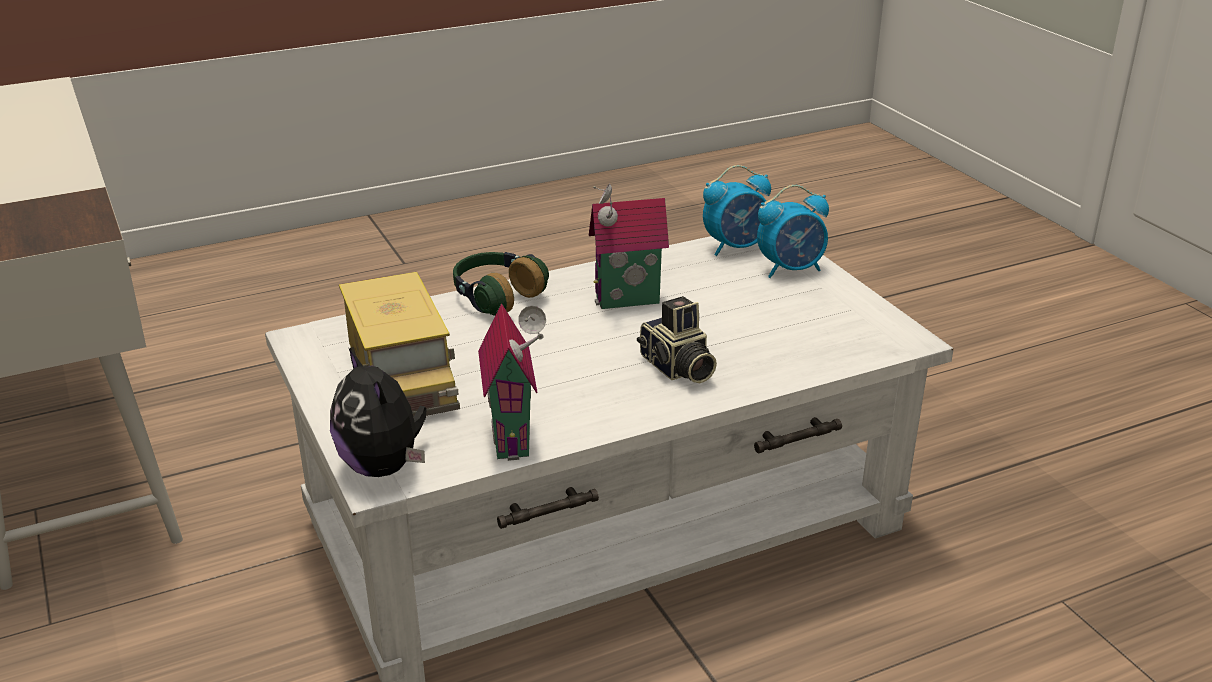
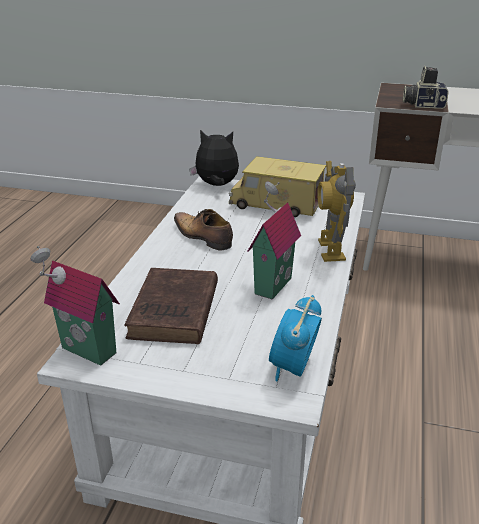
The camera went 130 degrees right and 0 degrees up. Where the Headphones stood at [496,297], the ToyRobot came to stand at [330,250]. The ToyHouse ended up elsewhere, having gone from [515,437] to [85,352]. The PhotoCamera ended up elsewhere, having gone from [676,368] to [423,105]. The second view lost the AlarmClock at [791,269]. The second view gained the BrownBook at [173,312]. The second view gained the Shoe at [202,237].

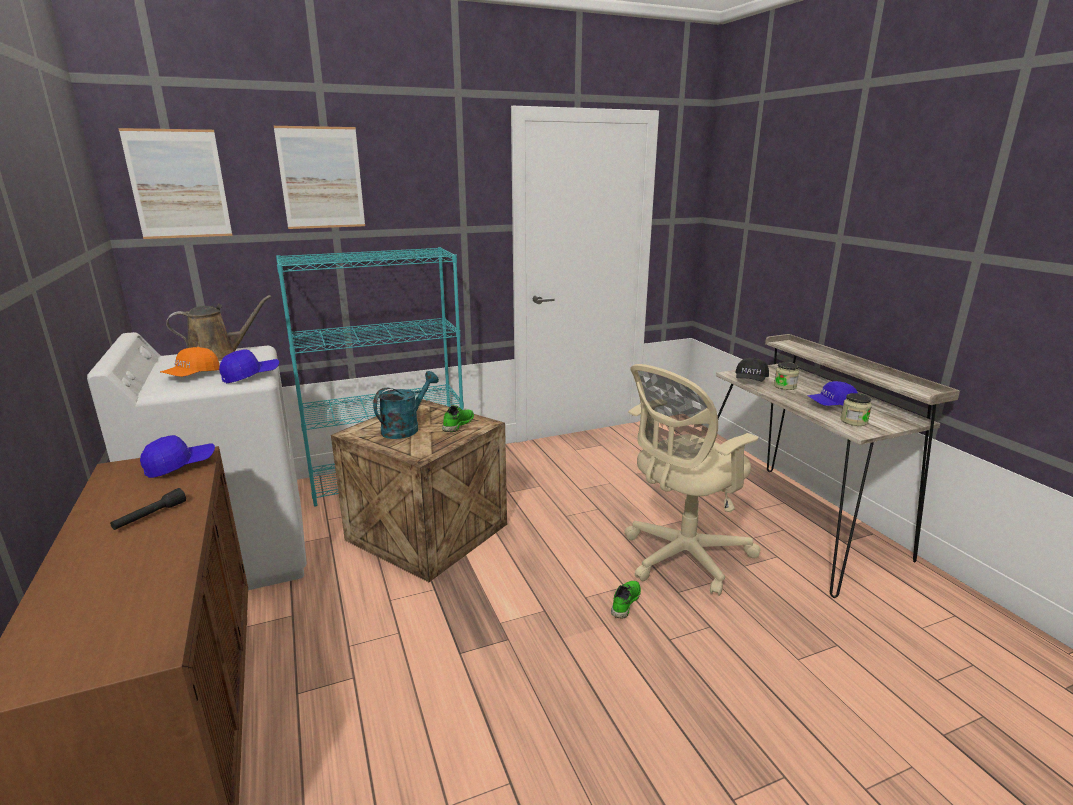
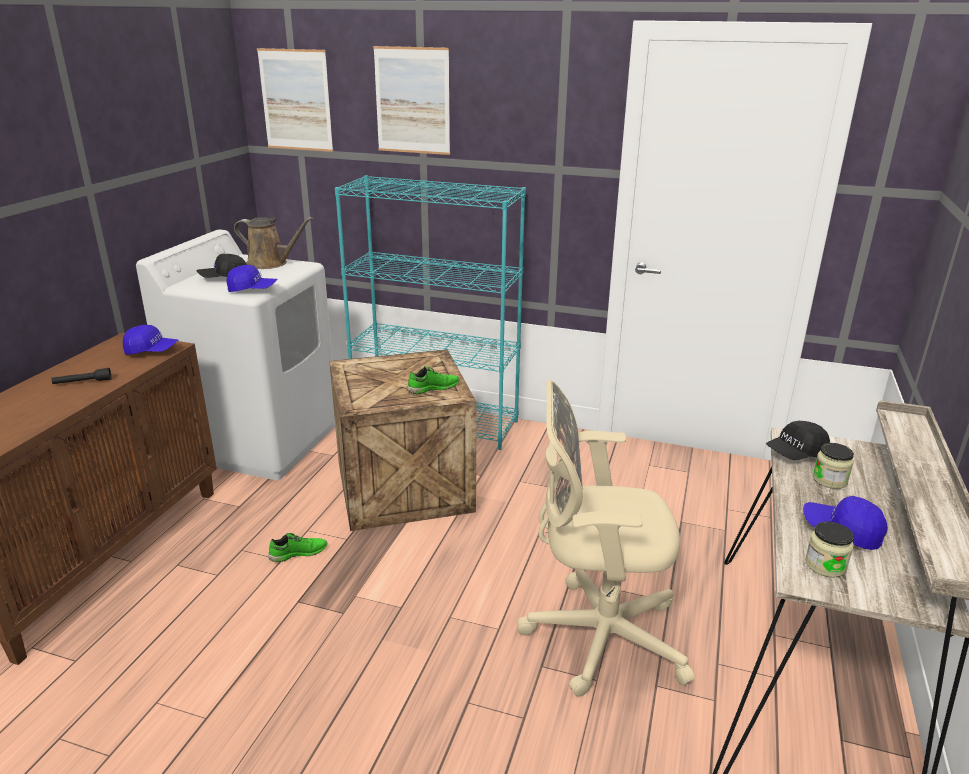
The camera went 40 degrees right and 5 degrees up. What was the OrangeCap at [192,375] turned into the BlackCap at [224,278]. The second view lost the TurquoiseWateringCan at [405,428]. The GreenShoe ended up elsewhere, having gone from [624,602] to [298,553].

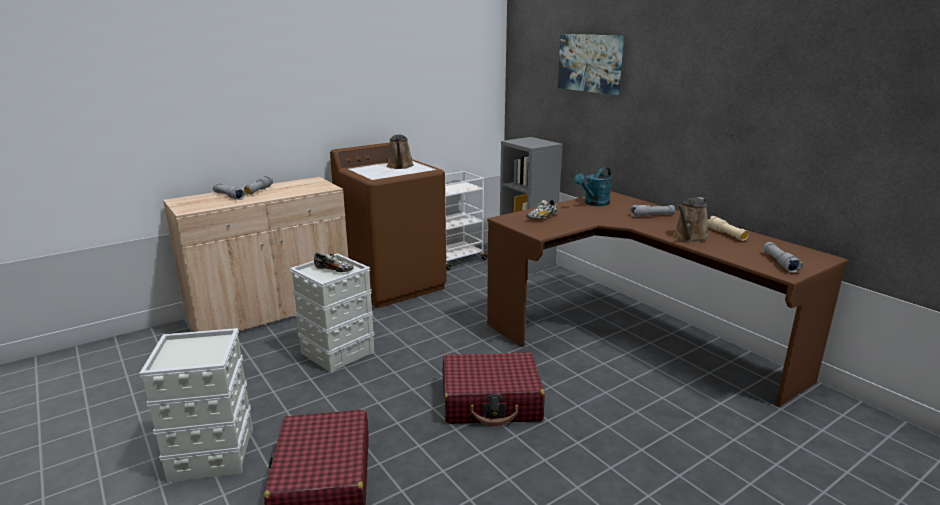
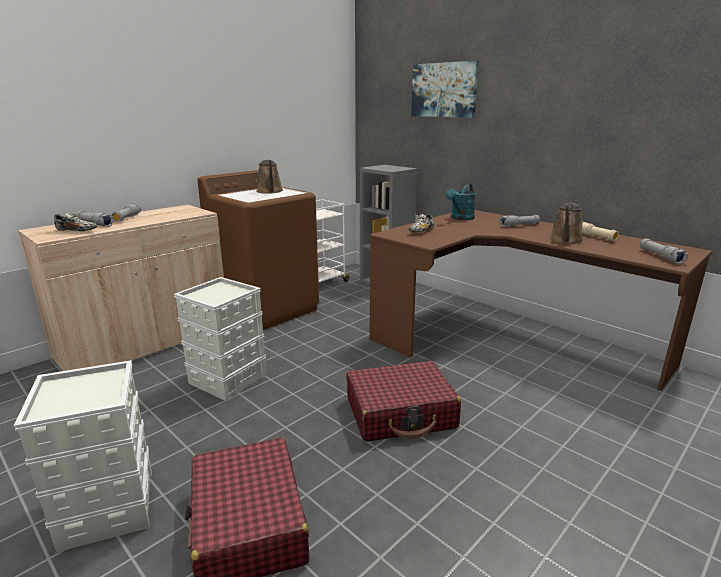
The camera went 10 degrees left and 0 degrees up. The Shoe ended up elsewhere, having gone from [334,270] to [77,231].

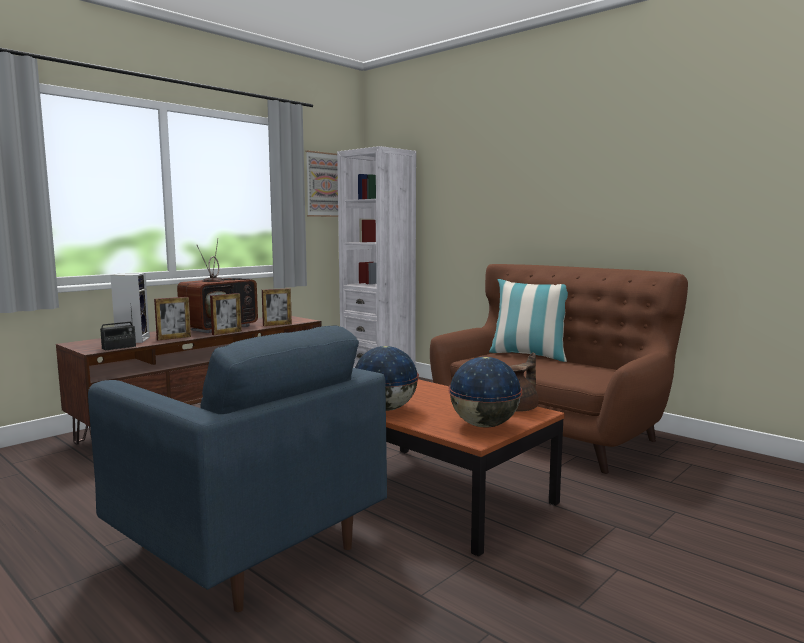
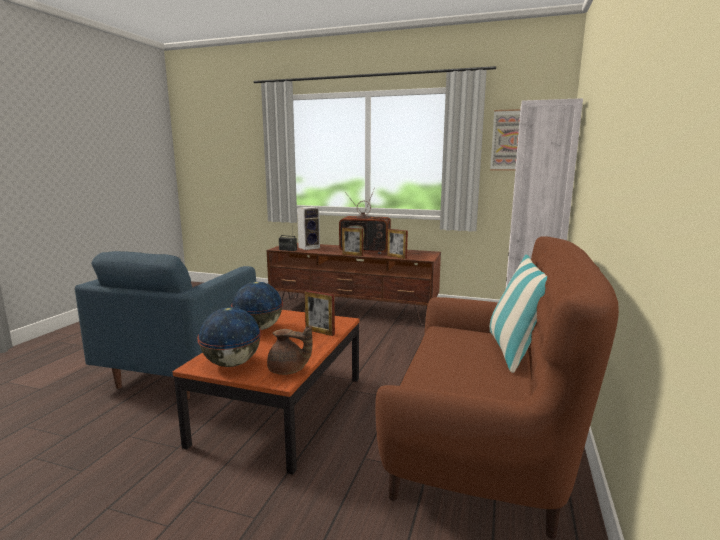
The camera went 65 degrees right and 5 degrees up. The PictureFrame ended up elsewhere, having gone from [174,338] to [320,332].

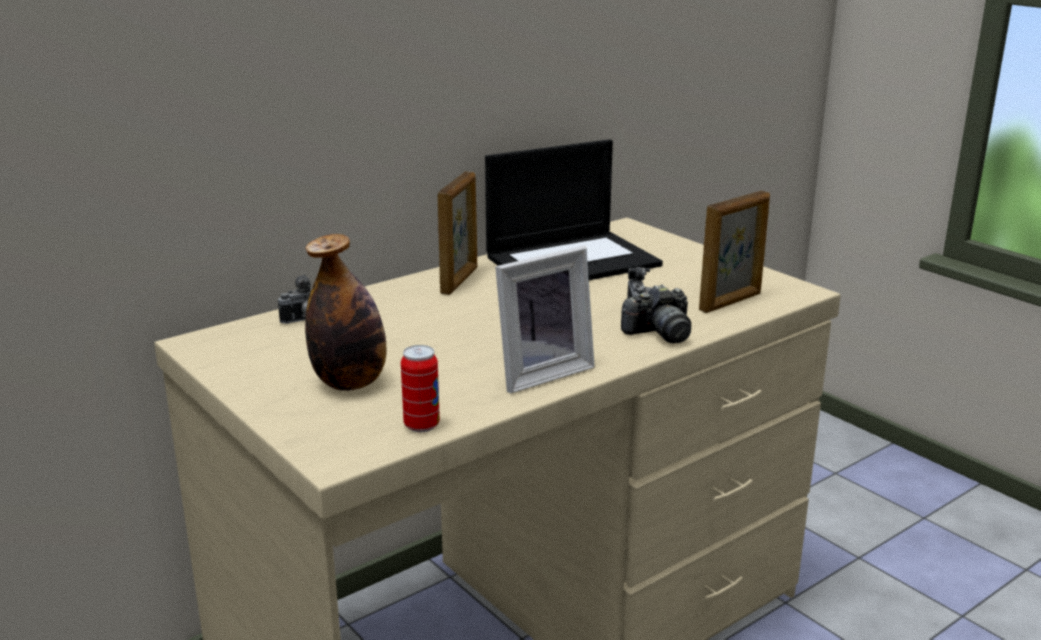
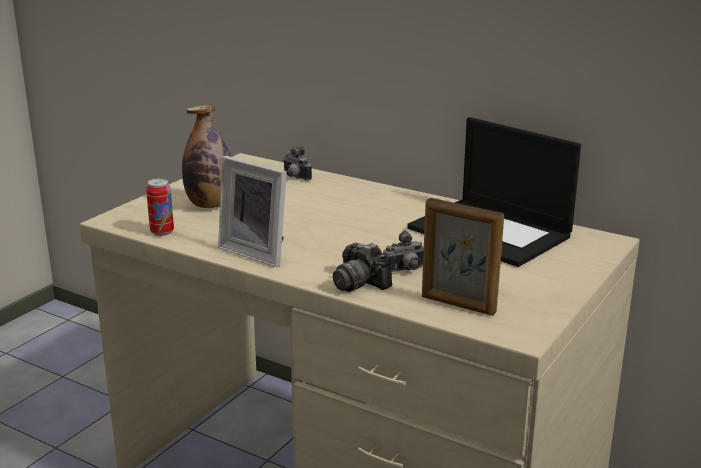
The camera went 70 degrees right and 0 degrees up. The second view lost the PictureFrame at [460,280].

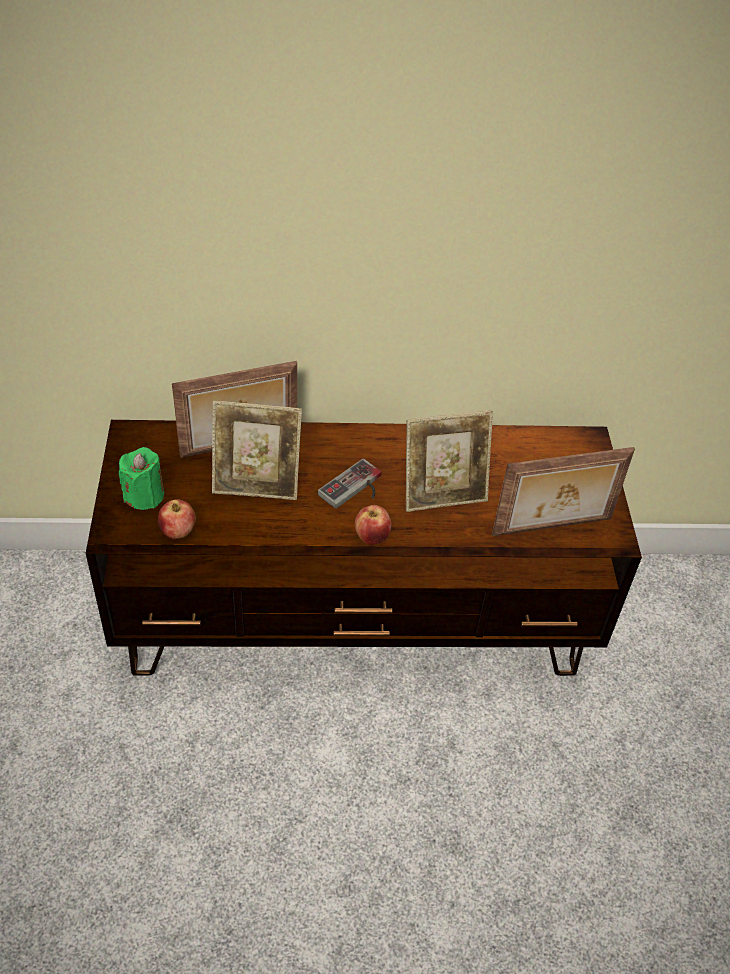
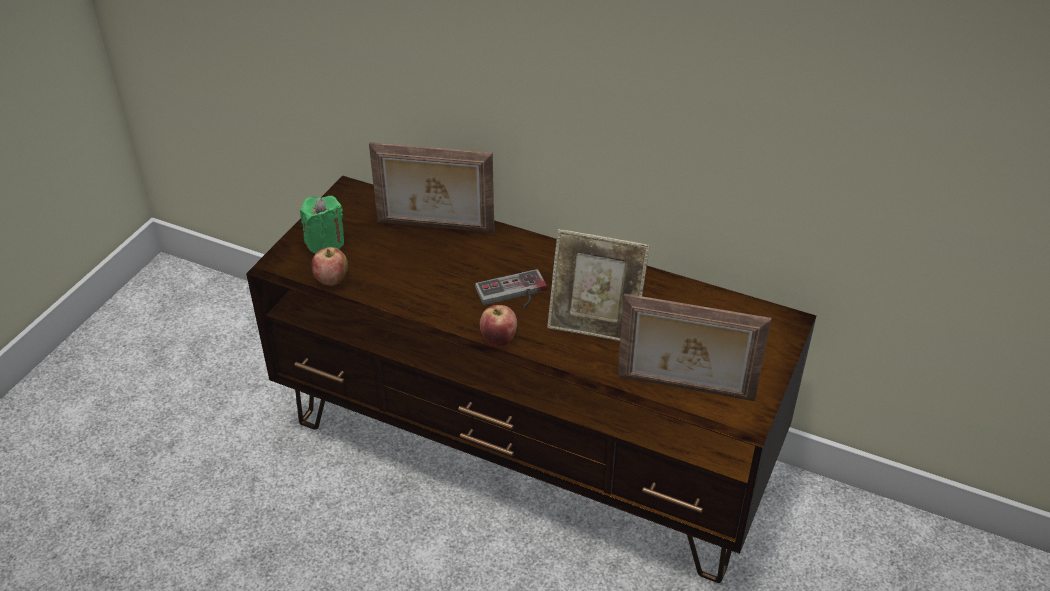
The camera went 30 degrees right and 5 degrees down. The second view lost the PictureFrame at [257,485].

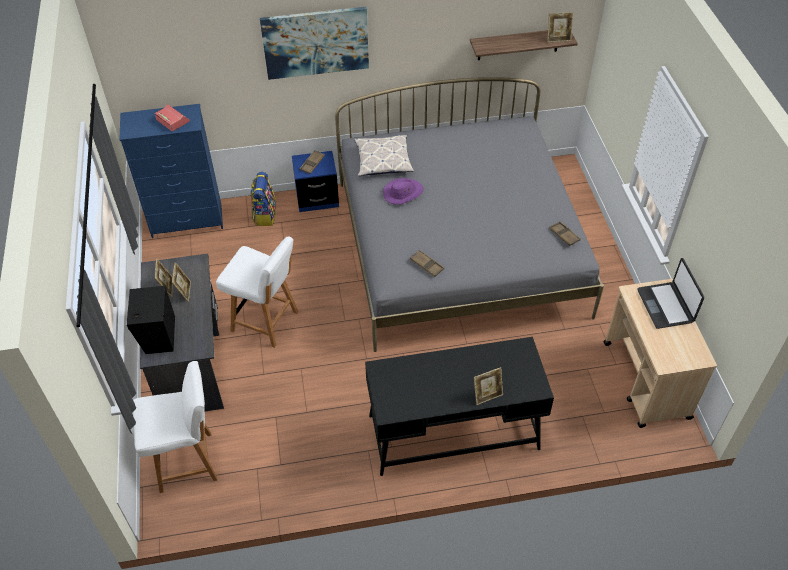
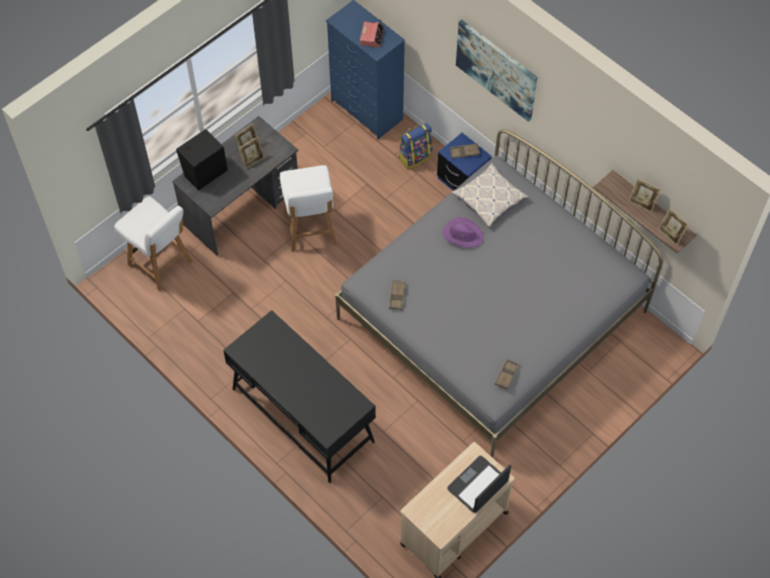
The camera went 55 degrees right and 10 degrees up. The PictureFrame ended up elsewhere, having gone from [487,395] to [642,203].

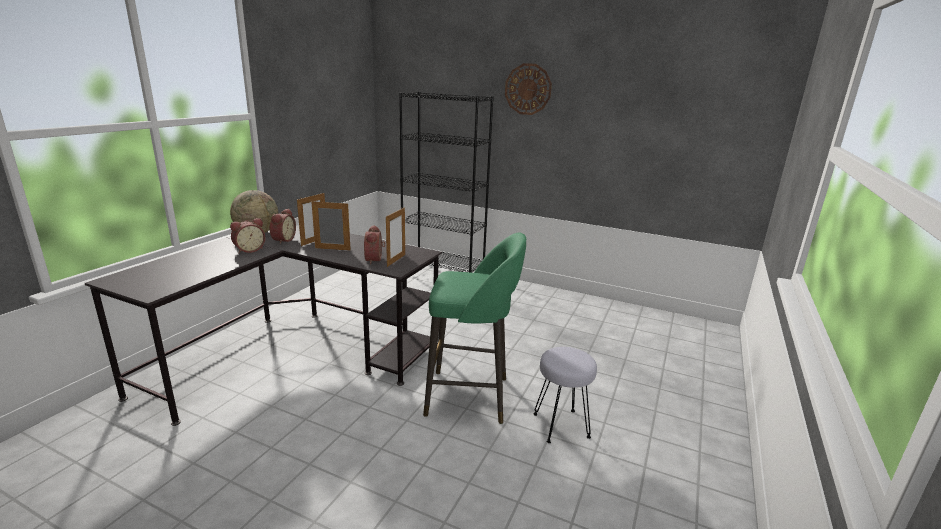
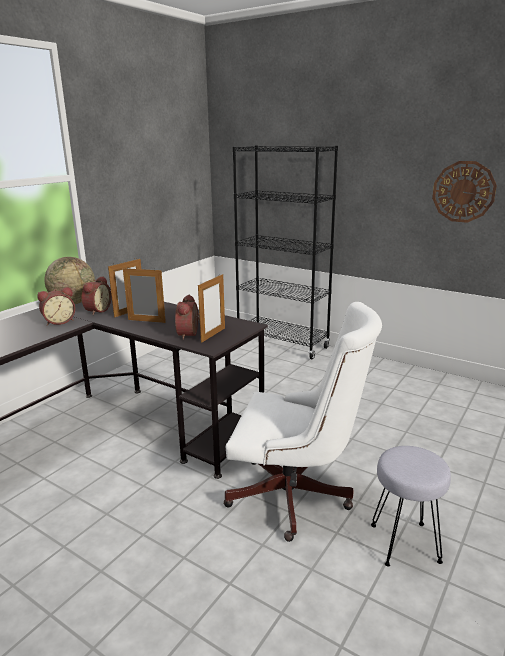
The camera went 10 degrees right and 0 degrees up. Where the GreenStool stood at [470,397], the WhiteOfficeChair came to stand at [296,497]. The WallClock ended up elsewhere, having gone from [528,89] to [463,191].

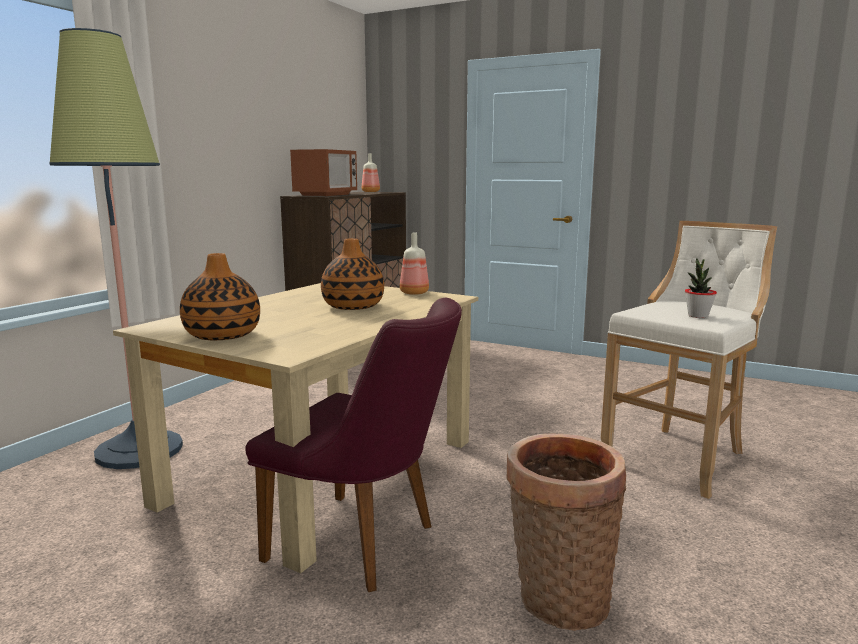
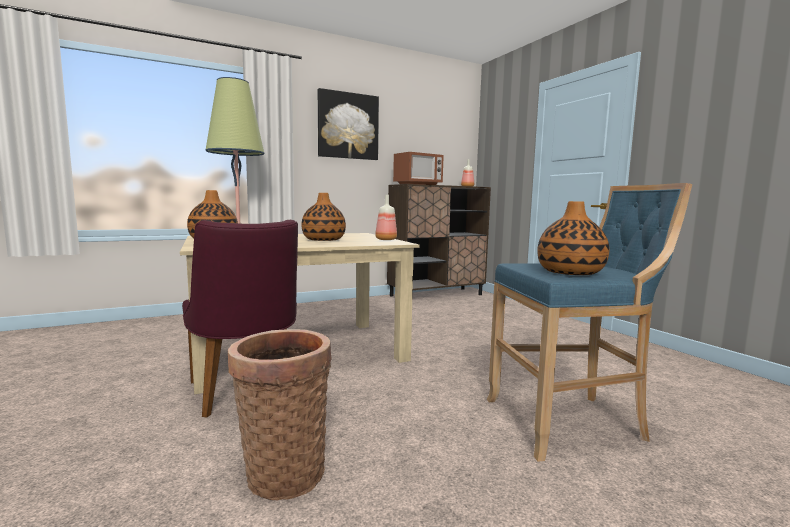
The camera went 35 degrees right and 5 degrees down. What was the WhiteStool at [679,457] turned into the BlueStool at [569,422]. Where the PottedPlant stood at [697,316], the Vase came to stand at [570,272]. The second view gained the Picture at [348,126].

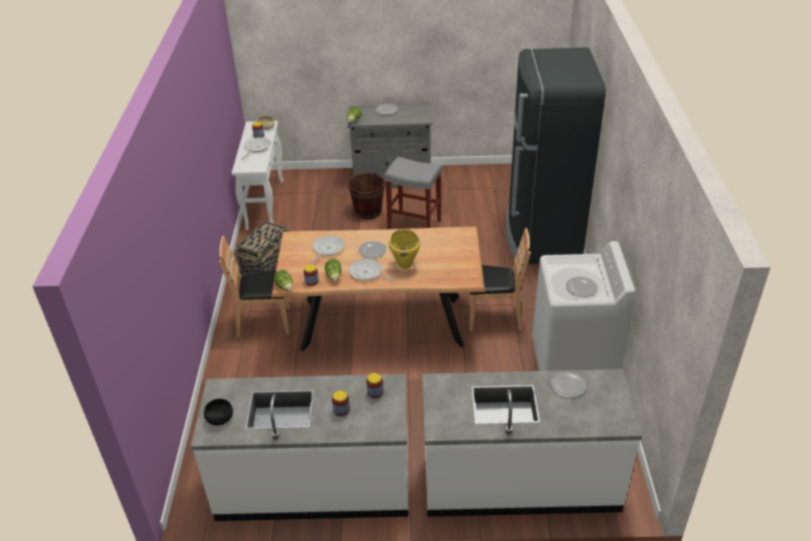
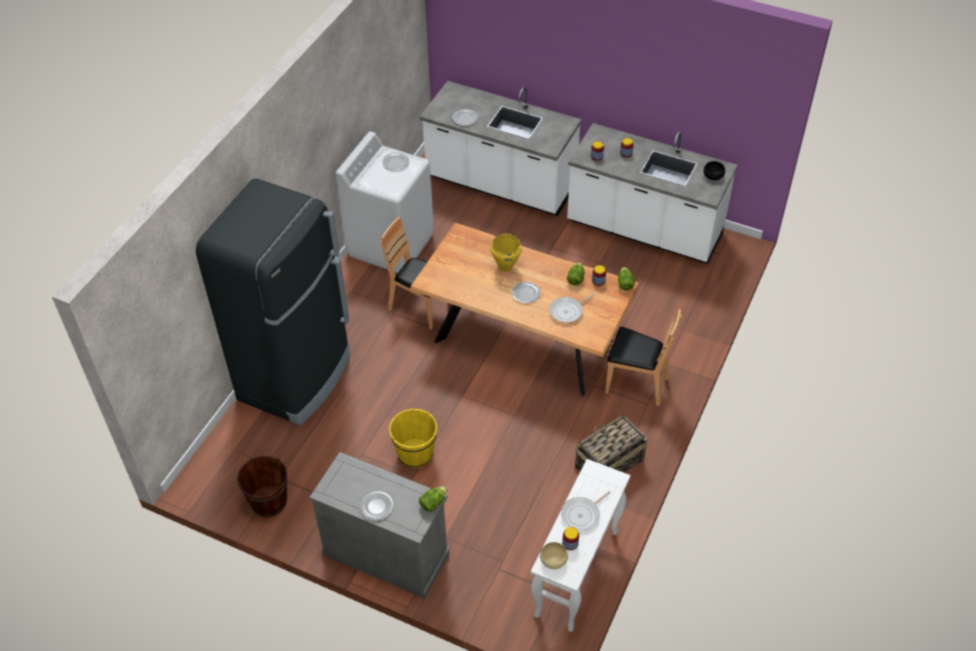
The camera went 155 degrees left and 10 degrees up. The BrownBucket ended up elsewhere, having gone from [368,211] to [269,502]. The second view lost the FryingPan at [367,273]. Where the GreyStool stood at [413,225], the YellowBucket came to stand at [415,454].

